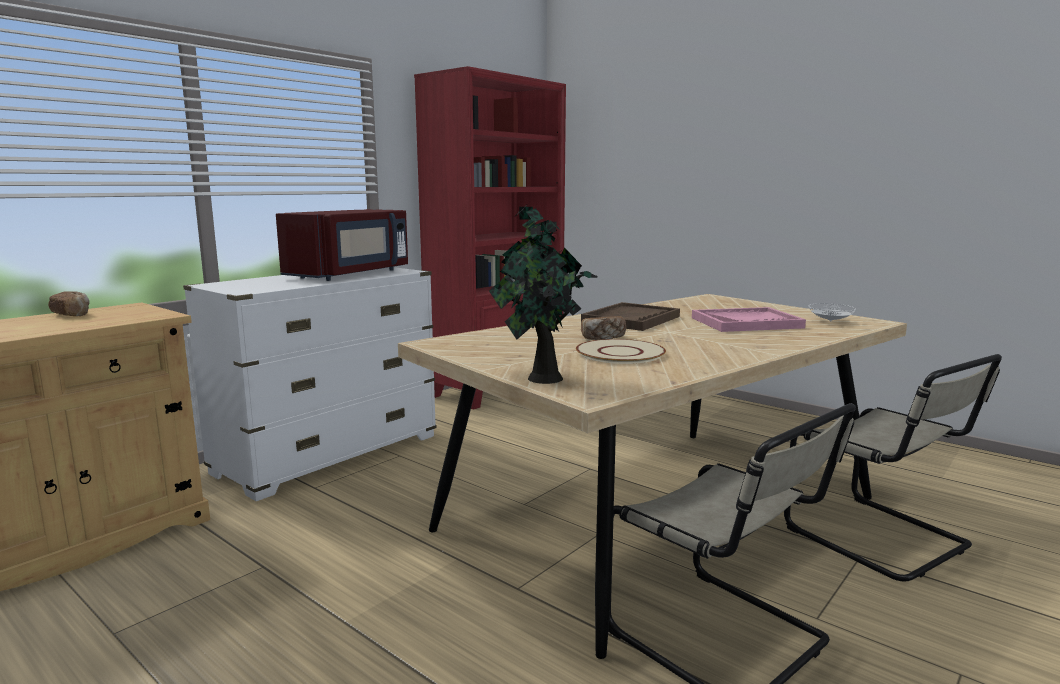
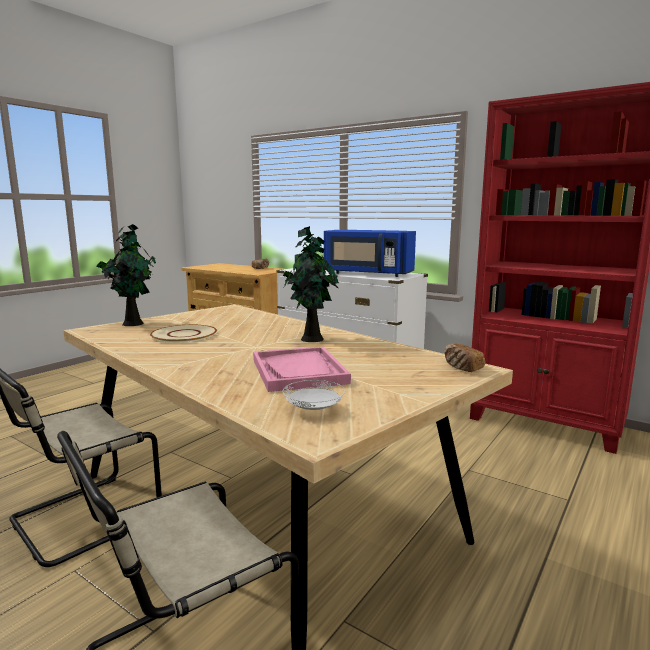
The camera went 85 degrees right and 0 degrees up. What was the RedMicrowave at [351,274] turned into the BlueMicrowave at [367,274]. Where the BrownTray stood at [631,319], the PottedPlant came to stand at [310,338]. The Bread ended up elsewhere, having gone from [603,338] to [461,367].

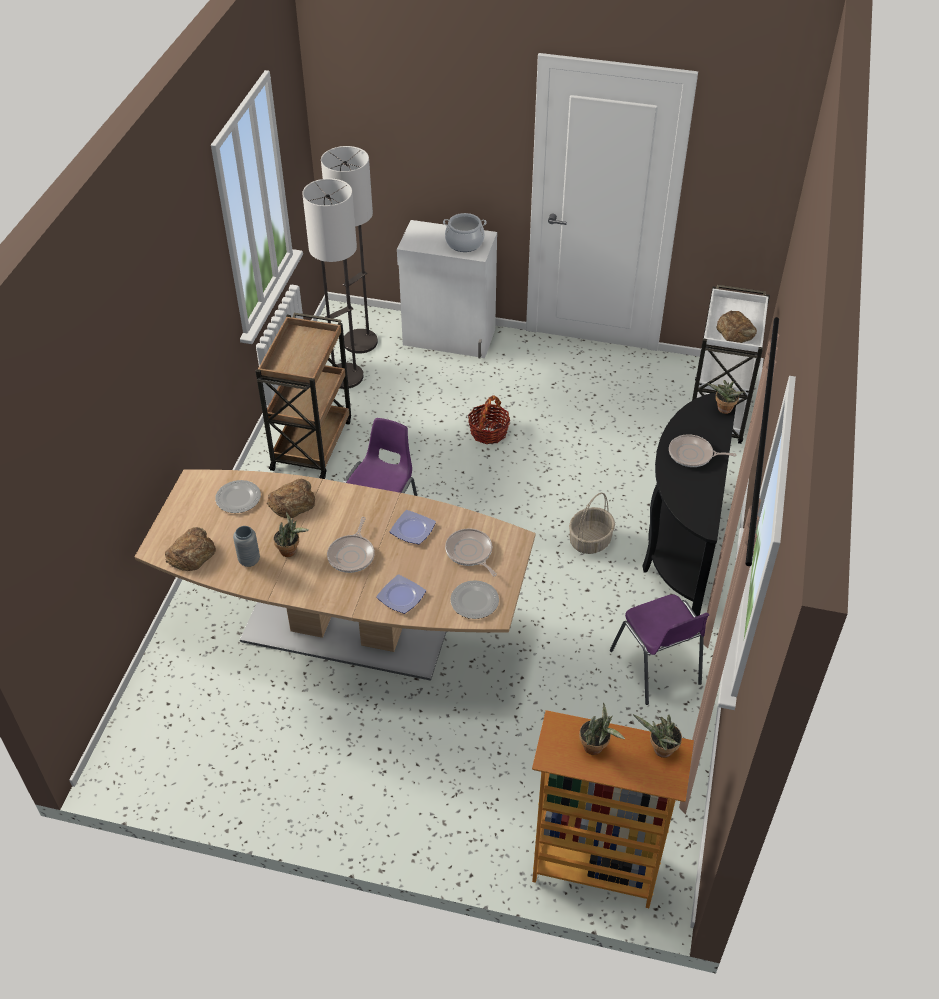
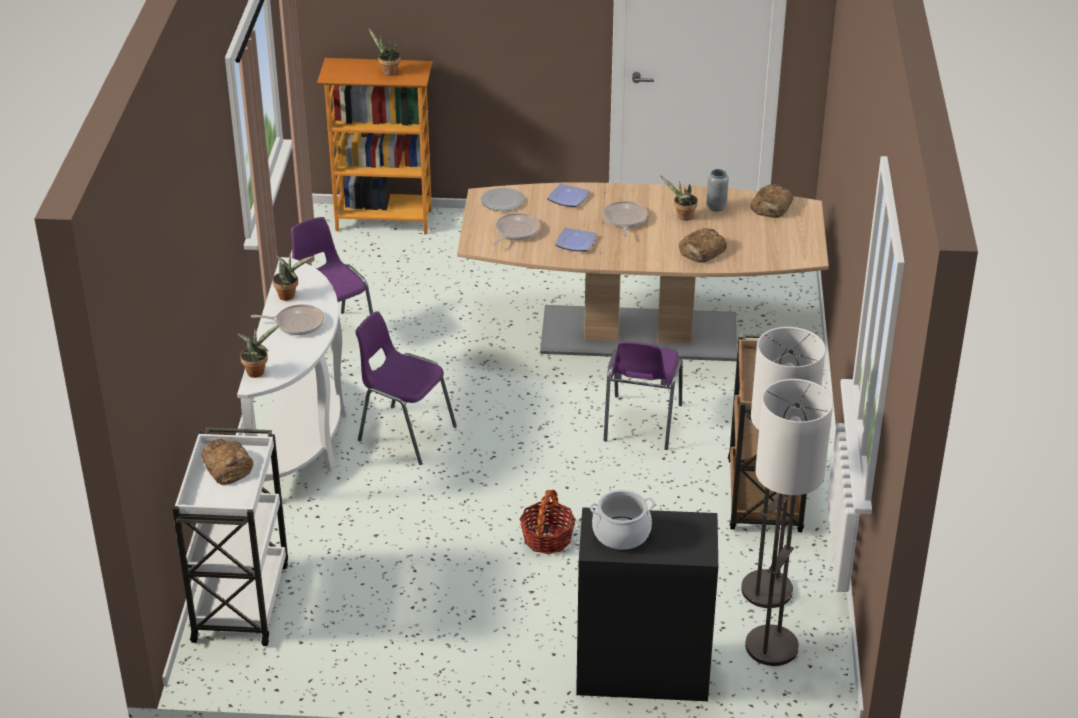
The camera went 170 degrees right and 10 degrees down. The second view lost the Plate at [238,497]. What was the WhiteCabinet at [449,338] turned into the BlackCabinet at [641,670]. The FryingPan at [470,553] ended up facing another way, 105 degrees counterclockwise from before. Where the Basket stood at [590,541], the PurpleChair came to stand at [405,433]. The PottedPlant ended up elsewhere, having gone from [660,750] to [289,295]. What was the BlackConsoleTable at [681,546] turned into the WhiteConsoleTable at [302,439].

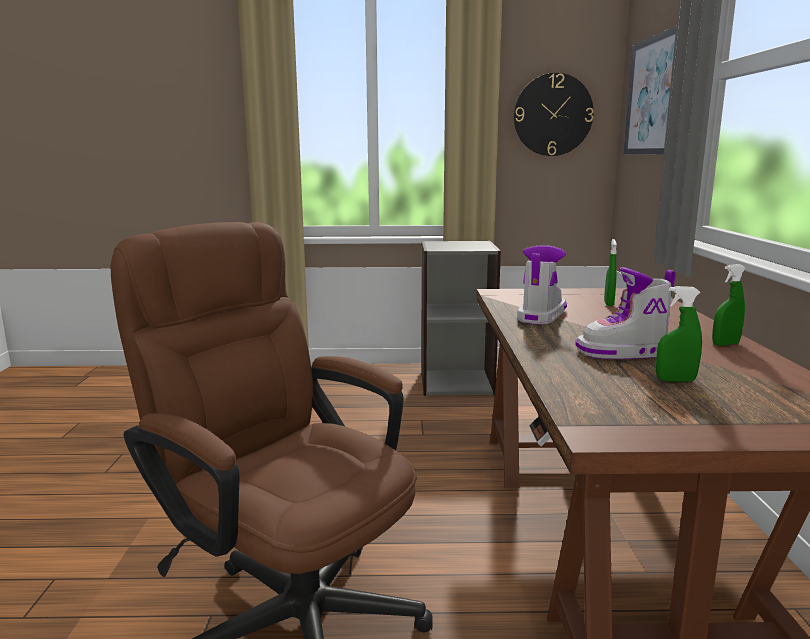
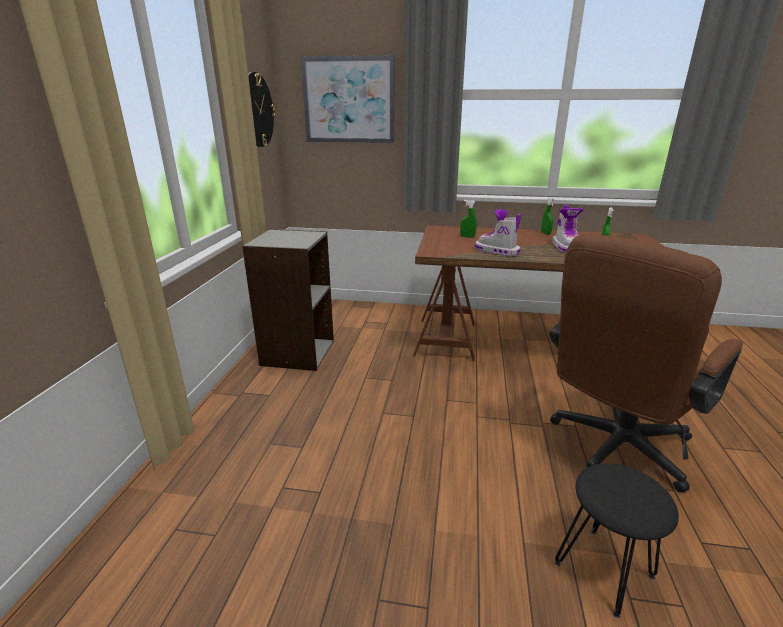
The camera went 80 degrees left and 10 degrees up. The second view gained the BlackStool at [603,570].

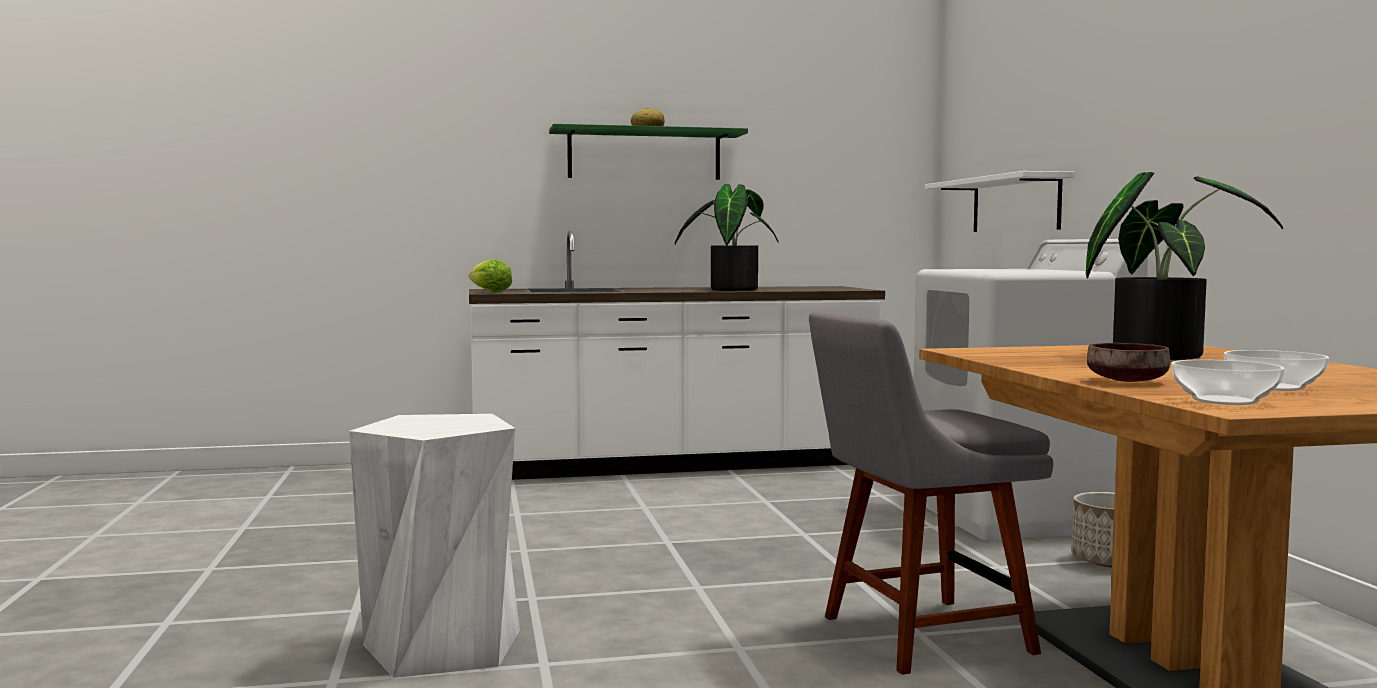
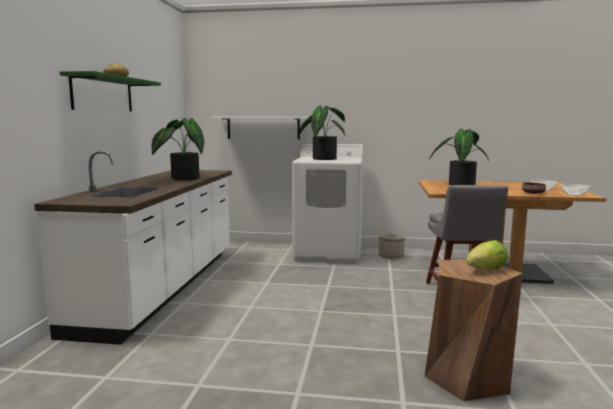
The camera went 70 degrees left and 5 degrees up. What was the WhiteStool at [443,646] turned into the BrownStool at [467,378]. The Lettuce ended up elsewhere, having gone from [490,291] to [486,270]. The second view gained the PottedPlant at [323,158].

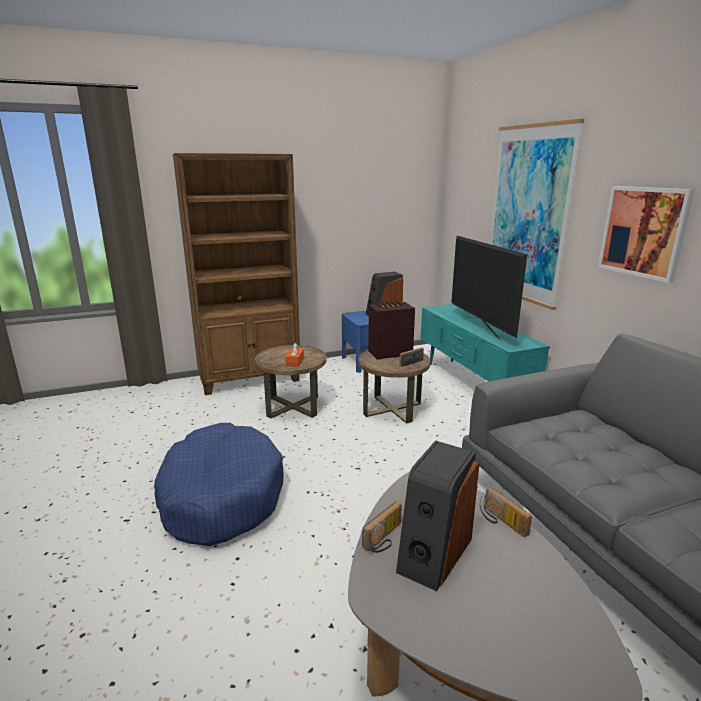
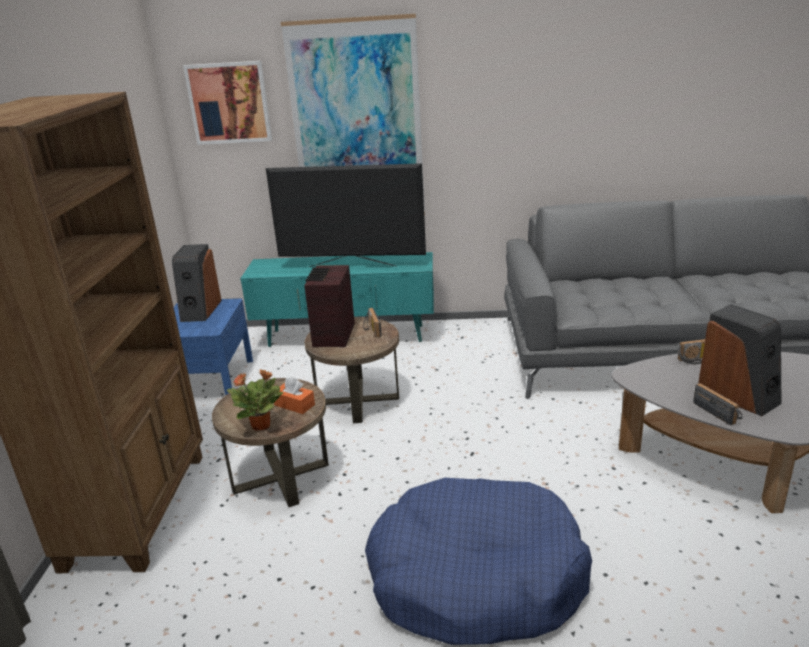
The camera went 65 degrees left and 5 degrees up. The Picture ended up elsewhere, having gone from [643,232] to [229,103]. The second view gained the PottedPlant at [262,425].

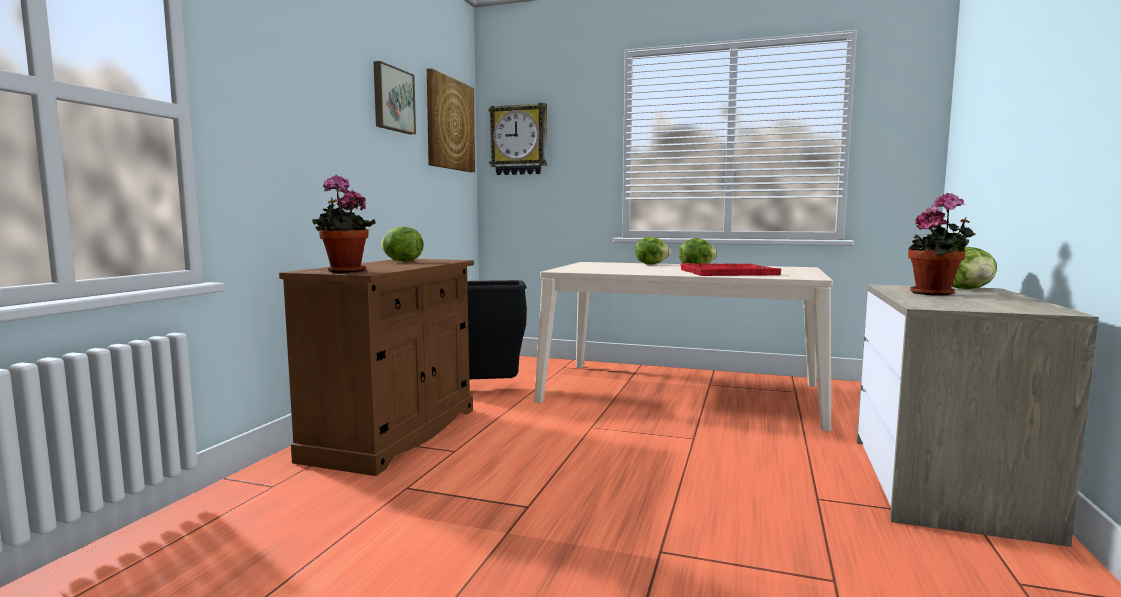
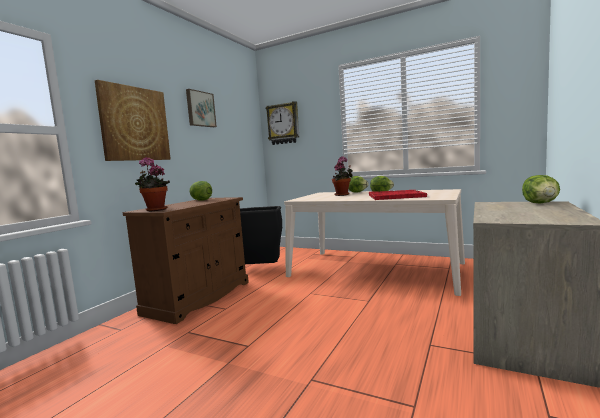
The camera went 10 degrees right and 0 degrees up. The Picture ended up elsewhere, having gone from [450,124] to [134,124]. The PottedPlant ended up elsewhere, having gone from [936,293] to [343,195].

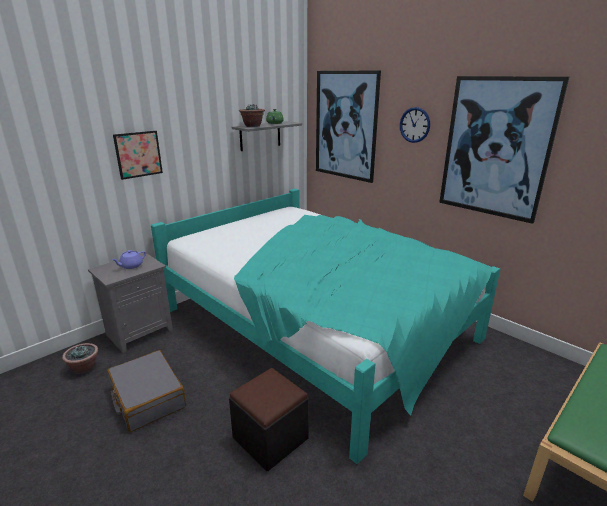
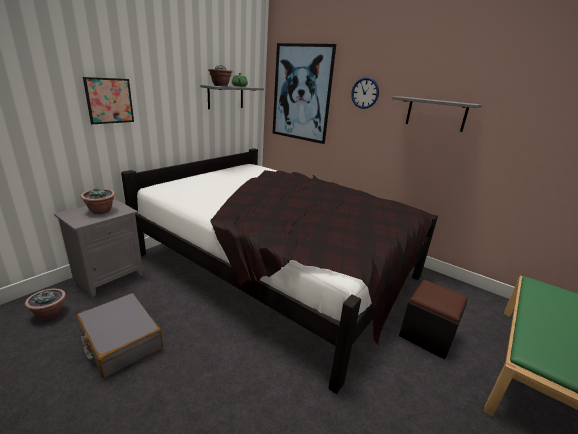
The camera went 10 degrees left and 0 degrees up. Where the PurpleTeapot stood at [131,266], the PottedPlant came to stand at [101,211]. What was the TurquoiseBed at [318,324] turned into the BlackBed at [280,266]. The BlackOttoman ended up elsewhere, having gone from [270,438] to [427,335]. Where the Picture hung at [495,148], the GreyShelf came to hang at [436,114].

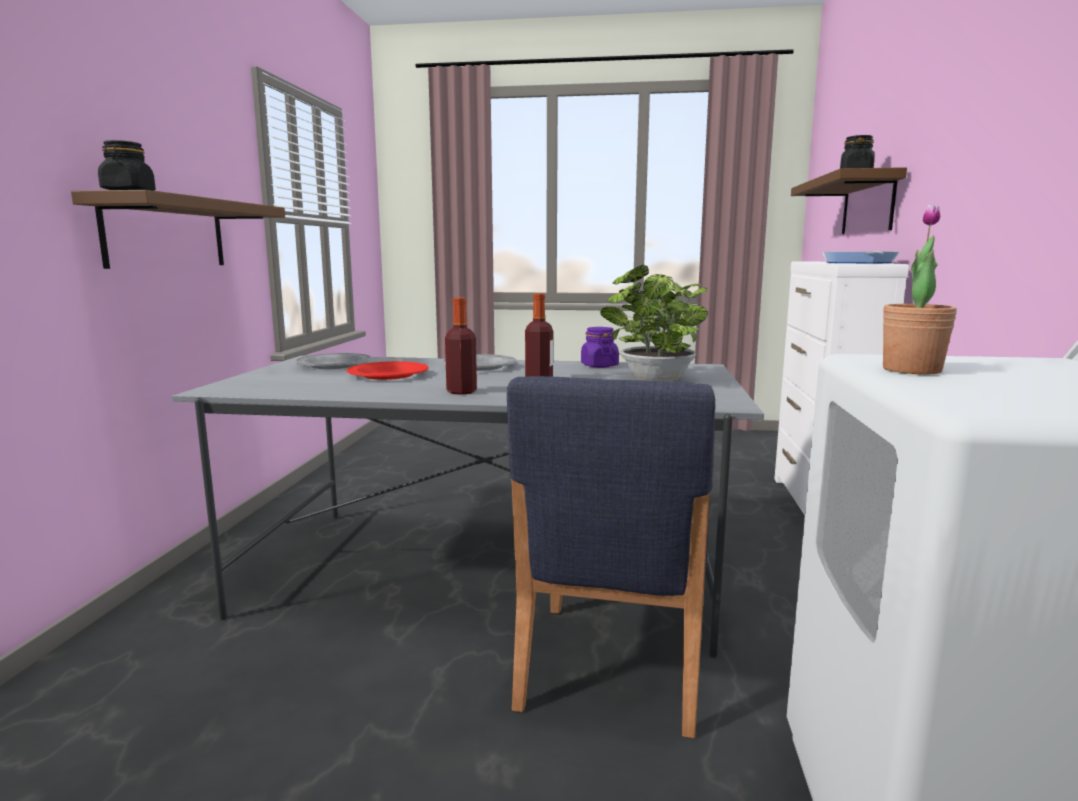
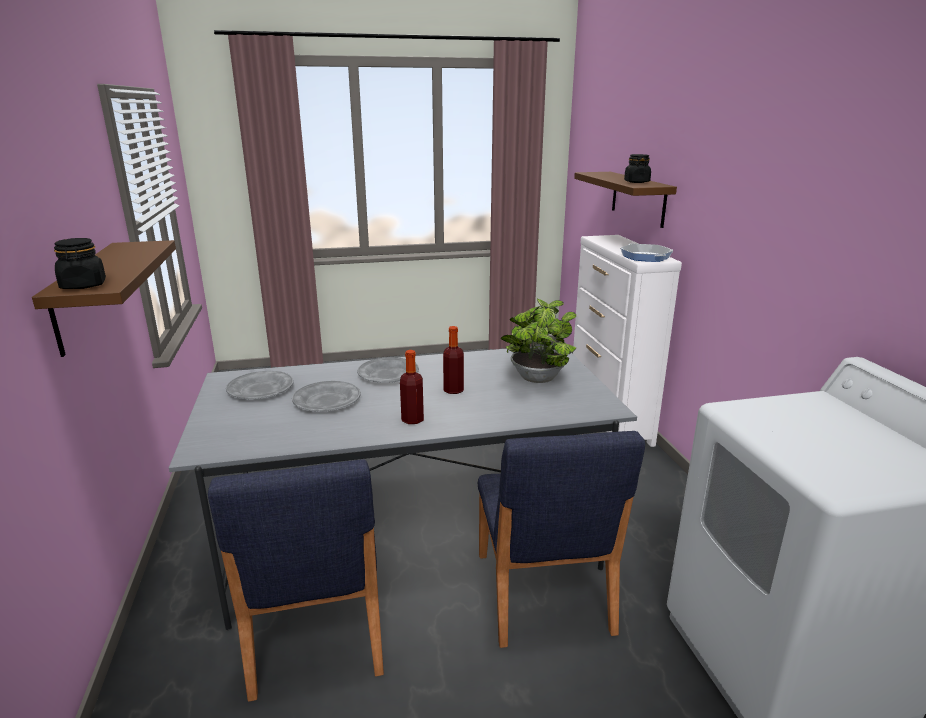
The camera went 20 degrees left and 10 degrees up. What was the RedPlate at [388,375] turned into the GreyPlate at [326,400]. The second view lost the PurpleJar at [599,366]. The second view lost the PottedPlant at [911,370]. The second view gained the BlueChair at [314,633].

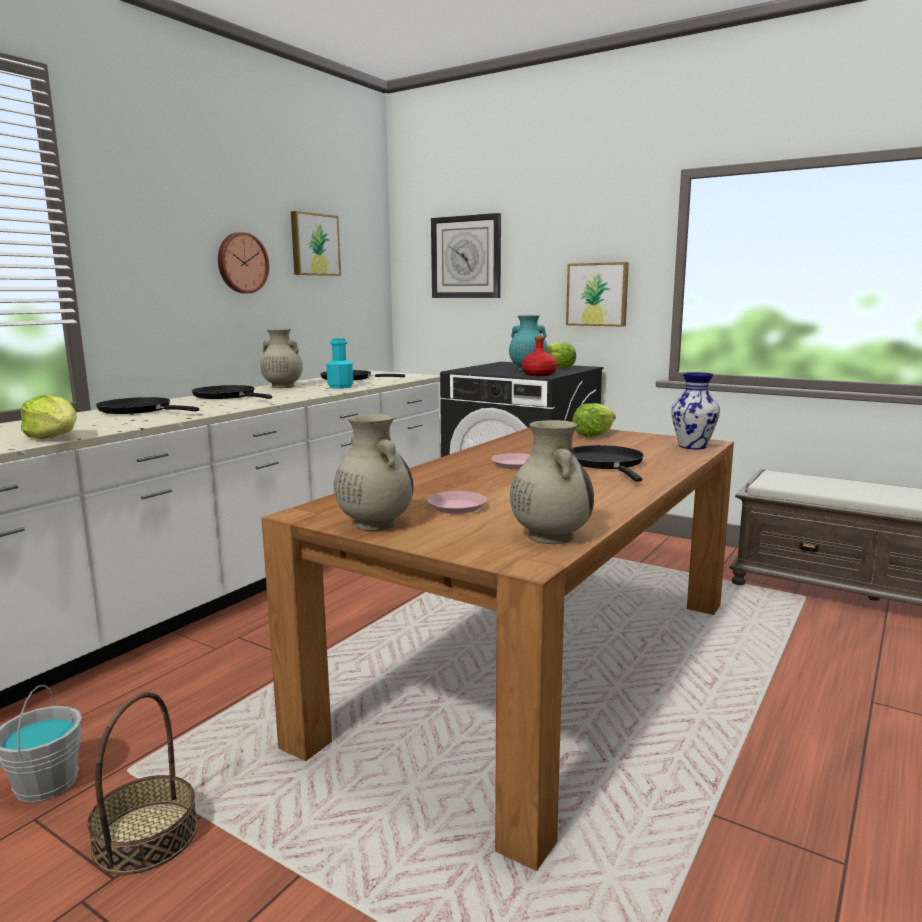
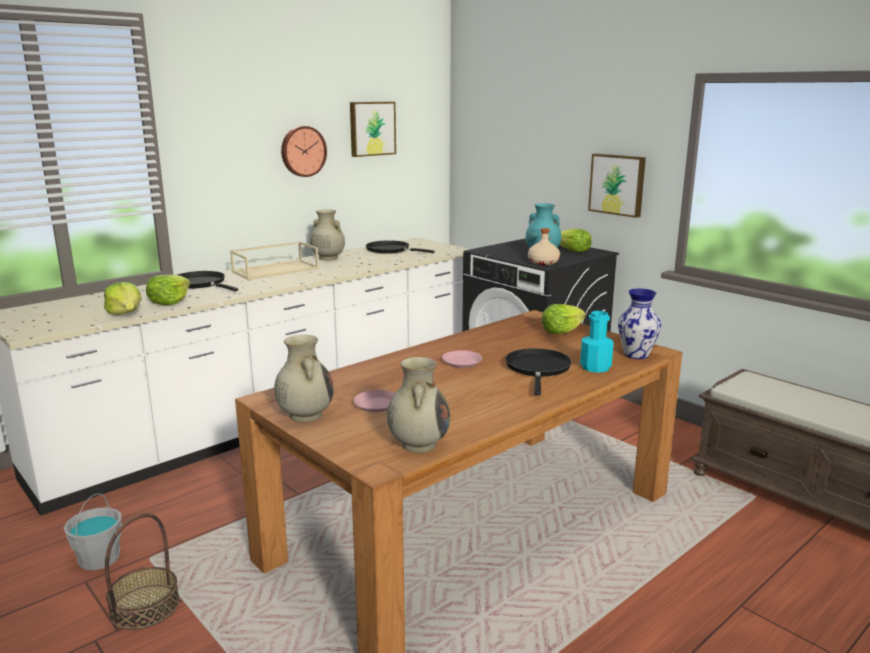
The camera went 15 degrees right and 5 degrees up. Where the BlackFryingPan stood at [227,396], the BeigeTray came to stand at [276,269]. The TurquoiseBottle ended up elsewhere, having gone from [340,387] to [595,367]. The second view lost the WallClock at [466,257]. What was the RedBottle at [538,374] turned into the BeigeBottle at [543,262]. The second view gained the Lettuce at [169,302].

